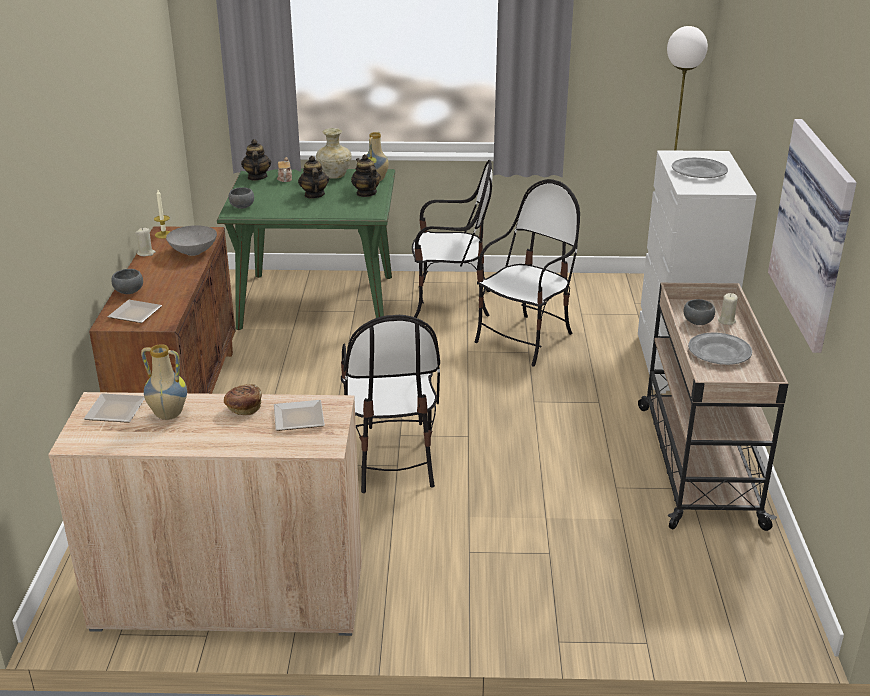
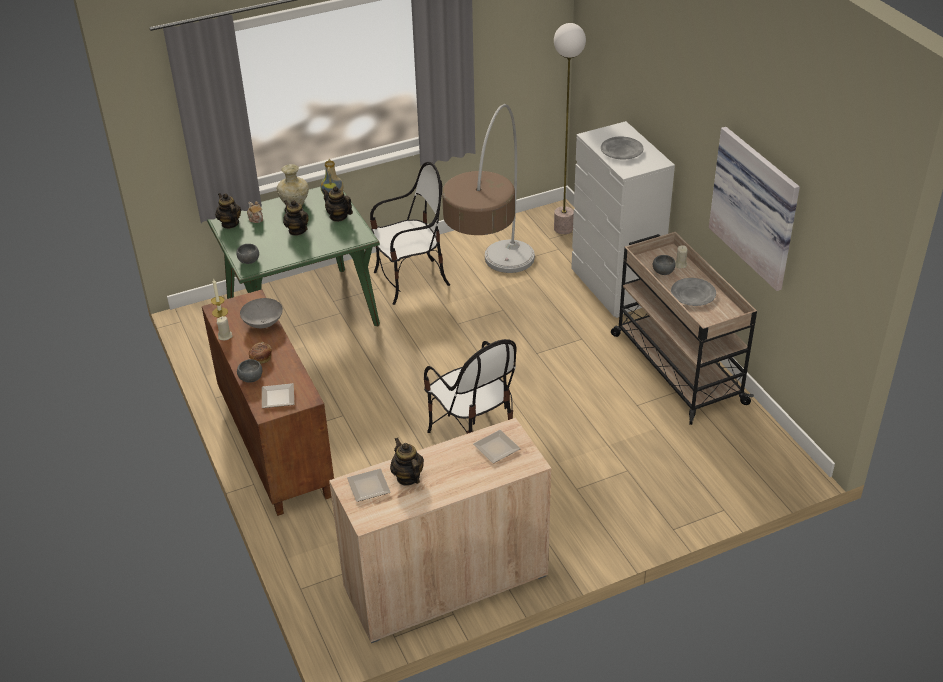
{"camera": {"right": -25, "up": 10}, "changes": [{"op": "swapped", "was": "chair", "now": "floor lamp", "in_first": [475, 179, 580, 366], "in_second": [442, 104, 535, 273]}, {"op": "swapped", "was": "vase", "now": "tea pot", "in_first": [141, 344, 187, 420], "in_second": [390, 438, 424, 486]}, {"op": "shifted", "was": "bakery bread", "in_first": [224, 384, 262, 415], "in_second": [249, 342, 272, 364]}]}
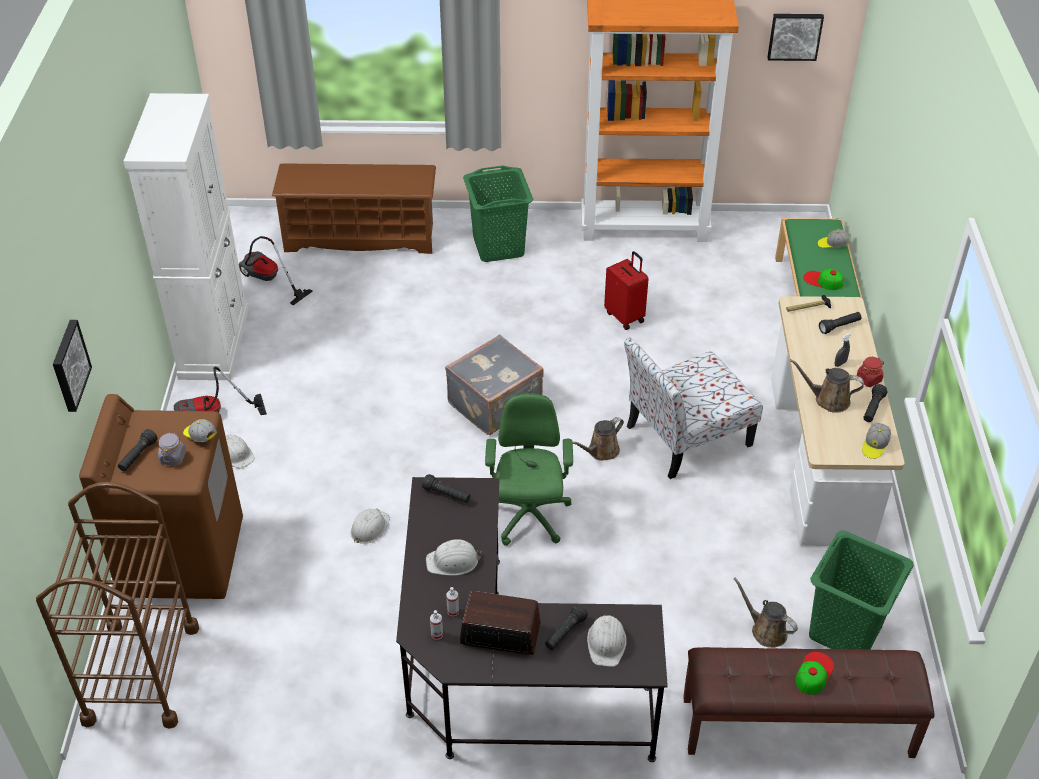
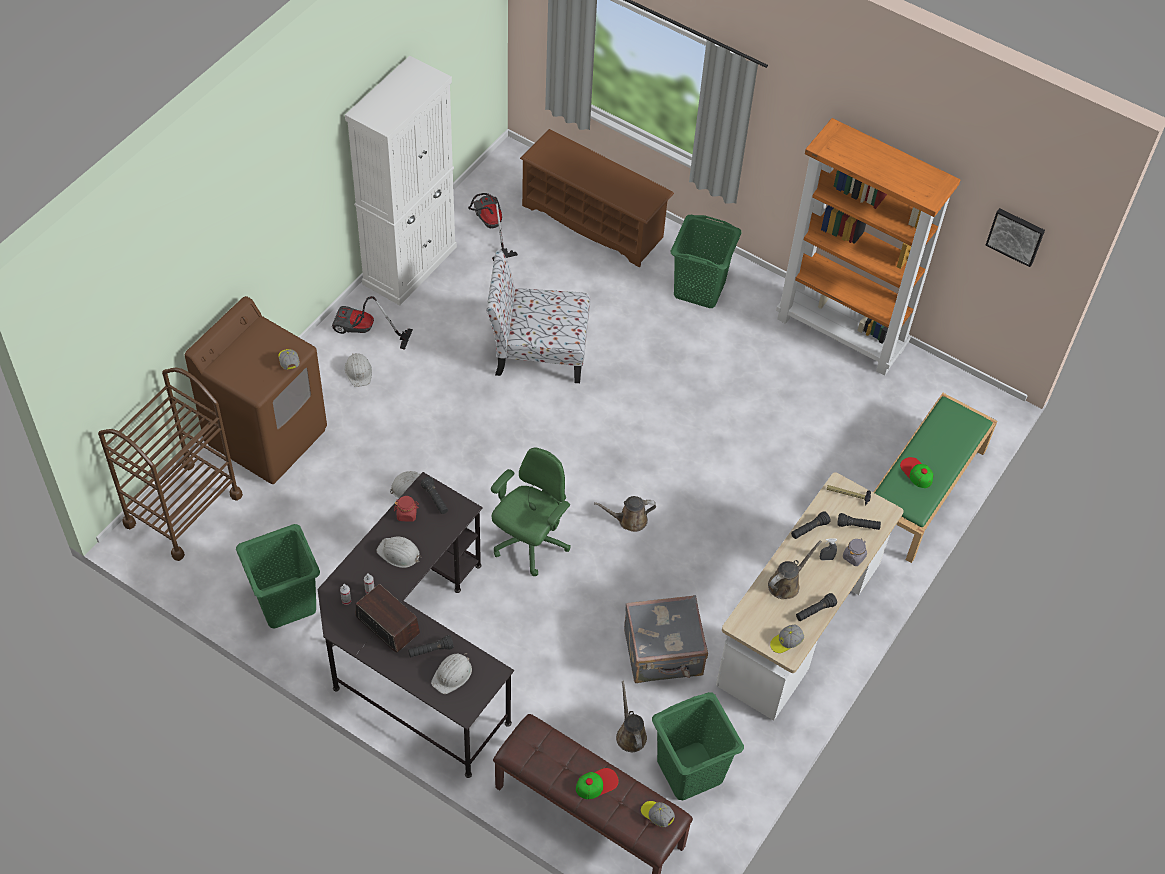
{"camera": {"right": 30, "up": 10}, "changes": [{"op": "shifted", "was": "baseball cap", "in_first": [818, 229, 850, 248], "in_second": [641, 801, 675, 827]}, {"op": "gone", "was": "red-coloured travel case", "in_first": [604, 251, 649, 330]}, {"op": "gone", "was": "wall art", "in_first": [53, 320, 92, 412]}, {"op": "shifted", "was": "grey travel case", "in_first": [445, 334, 544, 435], "in_second": [624, 595, 708, 683]}, {"op": "shifted", "was": "chair", "in_first": [624, 337, 763, 479], "in_second": [486, 250, 590, 383]}, {"op": "shifted", "was": "red-coloured jar", "in_first": [856, 357, 884, 387], "in_second": [394, 496, 419, 521]}, {"op": "rotated", "was": "brown-coloured watering pot", "in_first": [790, 359, 864, 413], "in_second": [768, 540, 822, 599], "clockwise": 90}, {"op": "shifted", "was": "blackish flashlight", "in_first": [118, 429, 157, 471], "in_second": [791, 511, 831, 539]}, {"op": "shifted", "was": "grey jar", "in_first": [158, 432, 186, 466], "in_second": [843, 538, 867, 566]}, {"op": "new", "now": "green washing basket", "in_second": [236, 524, 320, 628]}]}
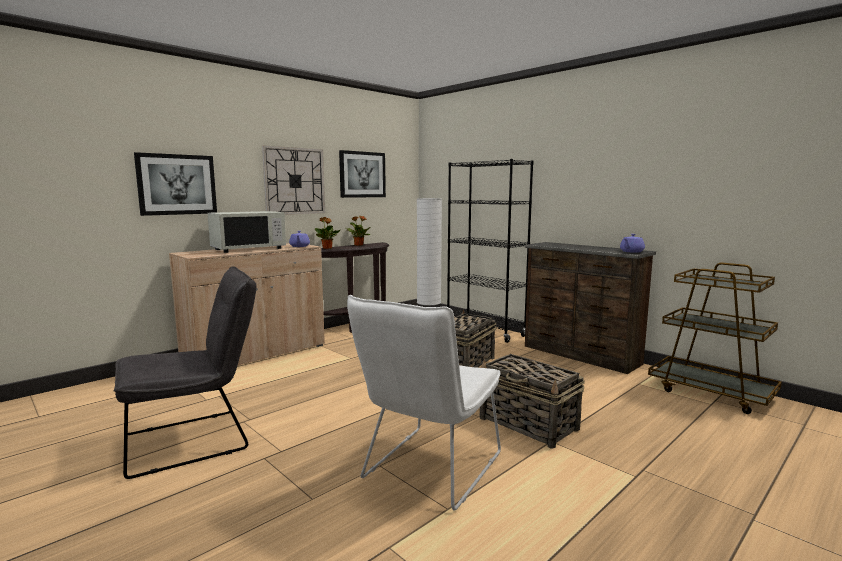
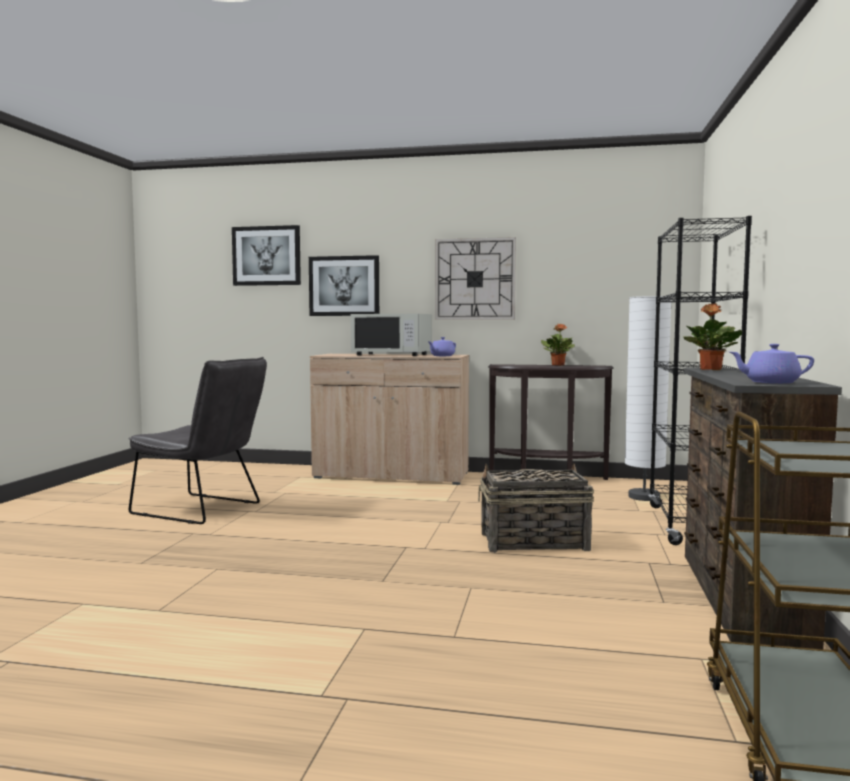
{"camera": {"right": 55, "up": -5}, "changes": [{"op": "shifted", "was": "wall art", "in_first": [339, 150, 386, 198], "in_second": [232, 225, 301, 286]}, {"op": "shifted", "was": "houseplant", "in_first": [315, 217, 340, 249], "in_second": [683, 303, 742, 370]}, {"op": "gone", "was": "white chair", "in_first": [347, 295, 501, 511]}, {"op": "gone", "was": "storage basket", "in_first": [480, 354, 585, 449]}]}
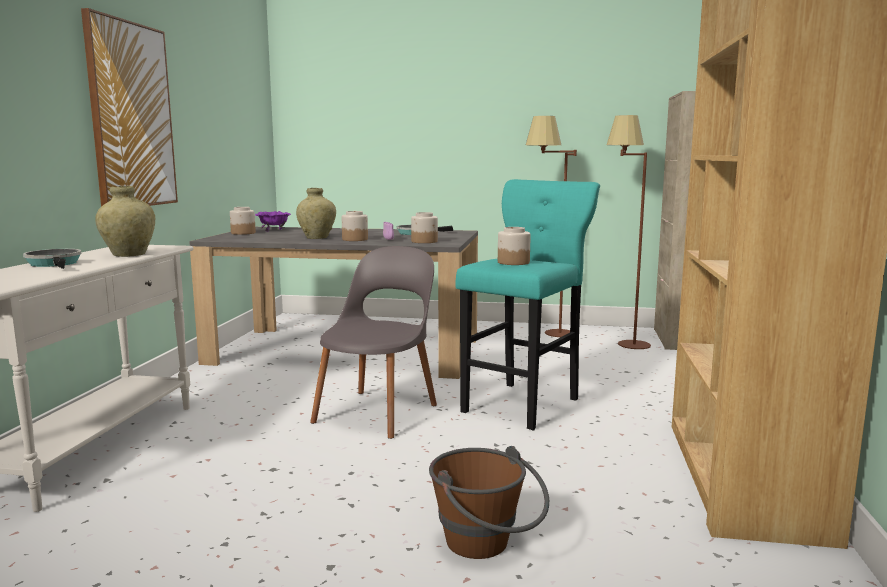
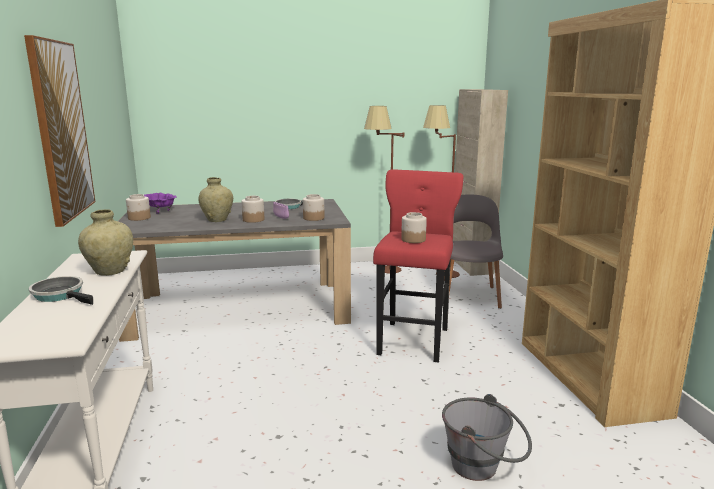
{"camera": {"right": -20, "up": 5}, "changes": [{"op": "repainted", "was": "turquoise stool seat", "now": "red-coloured stool seat", "in_first": [455, 179, 600, 430], "in_second": [373, 169, 464, 363]}, {"op": "shifted", "was": "grey chair", "in_first": [310, 246, 437, 439], "in_second": [444, 195, 503, 309]}, {"op": "repainted", "was": "brown-coloured water bucket", "now": "grey water bucket", "in_first": [429, 446, 549, 559], "in_second": [442, 394, 532, 481]}]}
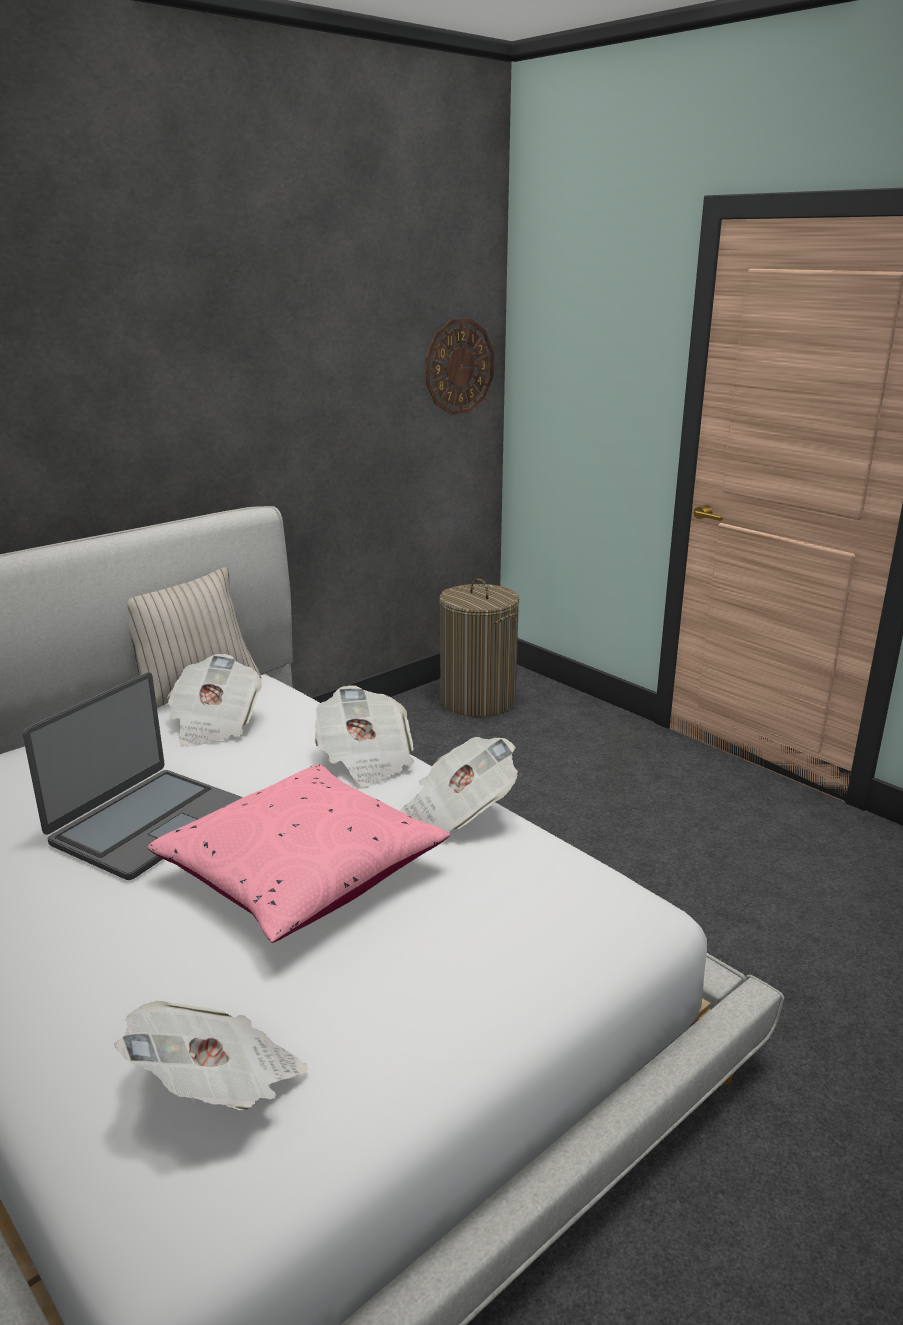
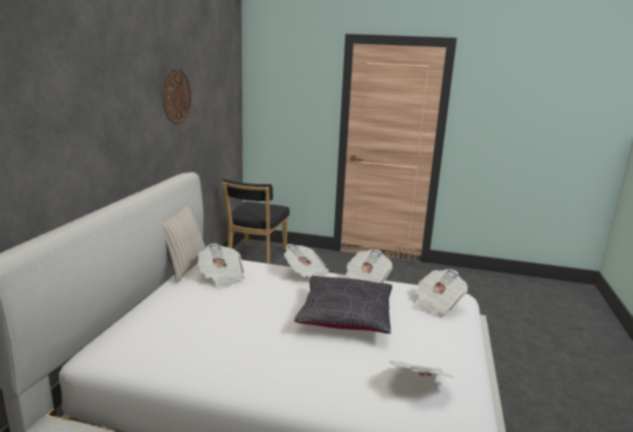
{"camera": {"right": -35, "up": -5}, "changes": [{"op": "shifted", "was": "clock on the wall", "in_first": [426, 318, 494, 415], "in_second": [162, 69, 191, 125]}, {"op": "swapped", "was": "washing basket", "now": "blackish chair", "in_first": [439, 579, 519, 717], "in_second": [222, 179, 289, 264]}, {"op": "gone", "was": "portable computer", "in_first": [23, 672, 243, 880]}, {"op": "repainted", "was": "pinkish pillow", "now": "blackish pillow", "in_first": [148, 764, 450, 943], "in_second": [294, 276, 392, 334]}, {"op": "new", "now": "printed paper", "in_second": [414, 269, 468, 315]}]}
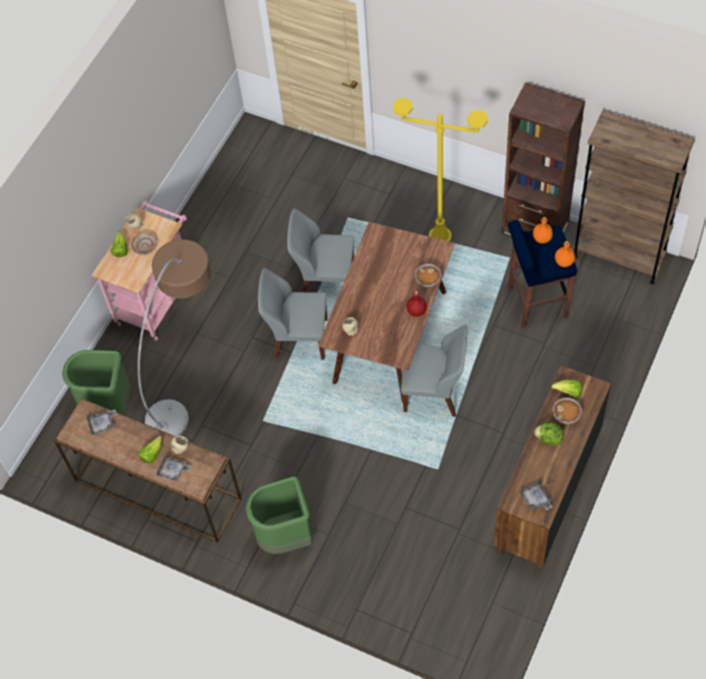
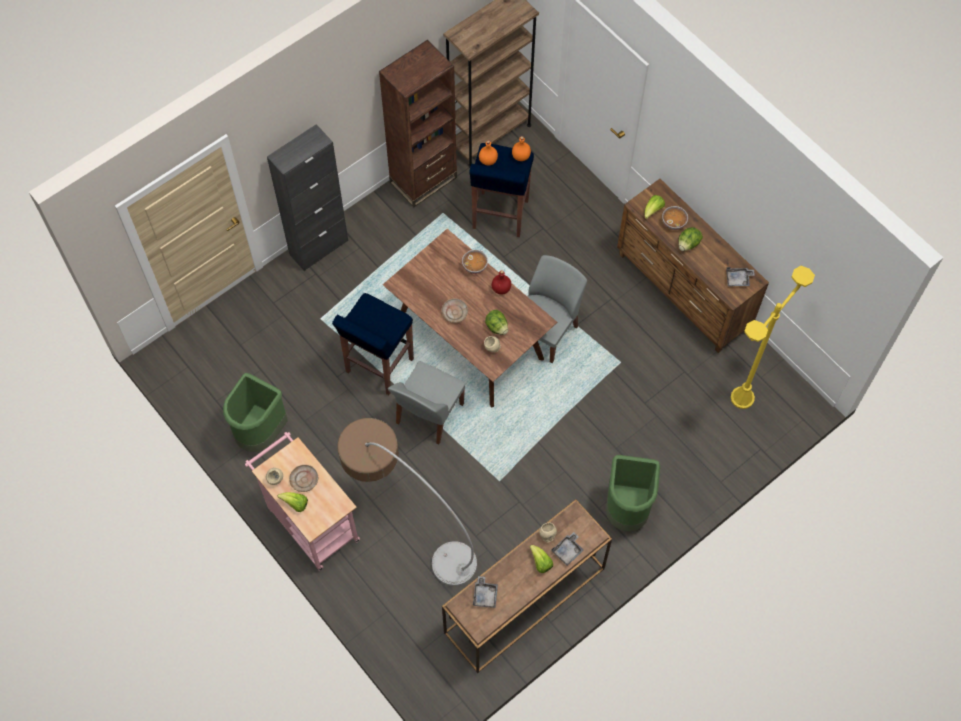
{"camera": {"right": -70, "up": 5}, "changes": [{"op": "shifted", "was": "yellowish floor lamp", "in_first": [393, 98, 488, 242], "in_second": [730, 266, 815, 409]}, {"op": "swapped", "was": "grey chair", "now": "blue-coloured stool seat", "in_first": [287, 208, 354, 292], "in_second": [332, 293, 414, 395]}, {"op": "shifted", "was": "green trash can", "in_first": [62, 350, 131, 416], "in_second": [223, 373, 288, 452]}, {"op": "new", "now": "blackish cupboard", "in_second": [267, 124, 348, 271]}, {"op": "new", "now": "sand-coloured dinner plate", "in_second": [441, 298, 468, 323]}, {"op": "new", "now": "head of lettuce", "in_second": [485, 310, 508, 335]}]}
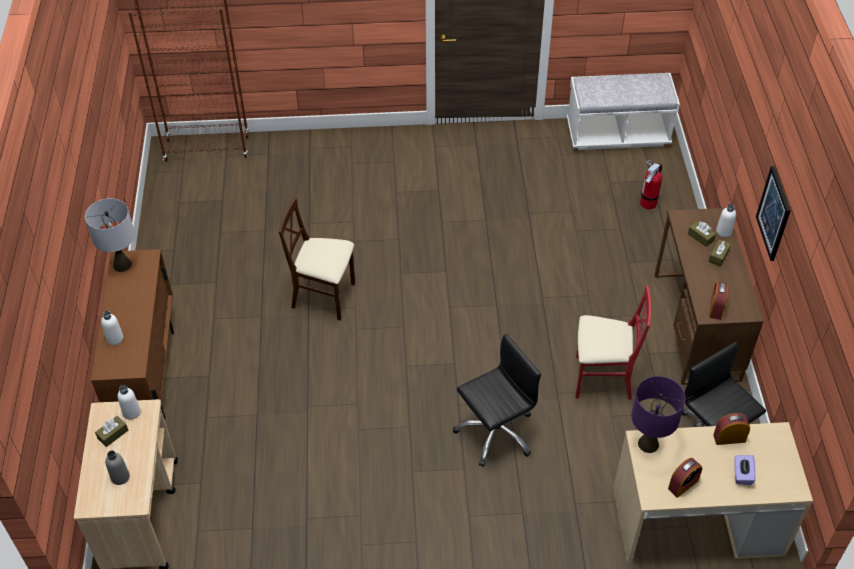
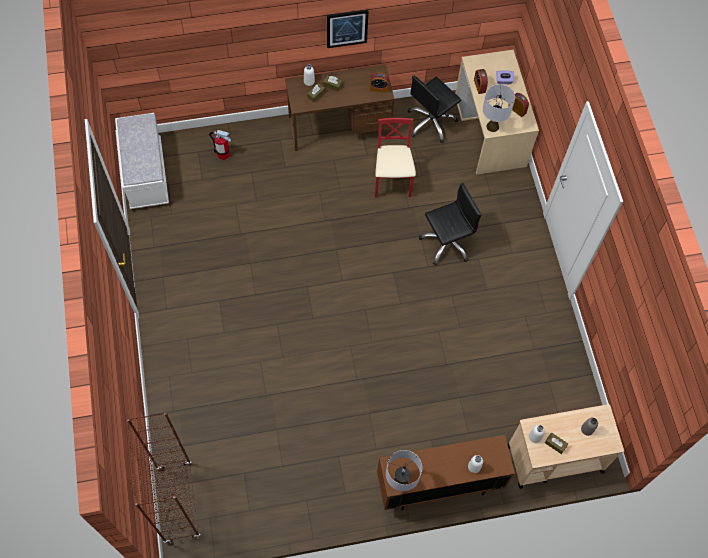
{"camera": {"right": -100, "up": 15}, "changes": [{"op": "gone", "was": "sand-coloured chair", "in_first": [278, 198, 355, 321]}, {"op": "rotated", "was": "blackish office chair", "in_first": [453, 333, 541, 467], "in_second": [419, 183, 482, 265], "clockwise": 105}, {"op": "repainted", "was": "purplish tabletop lamp", "now": "grey tabletop lamp", "in_first": [631, 376, 685, 453], "in_second": [483, 84, 515, 132]}]}
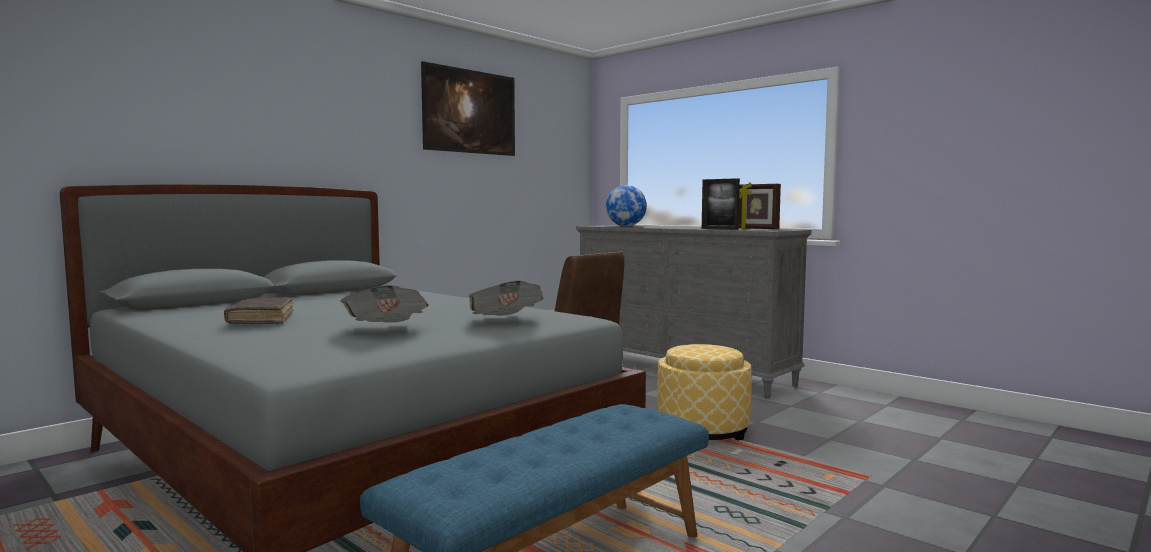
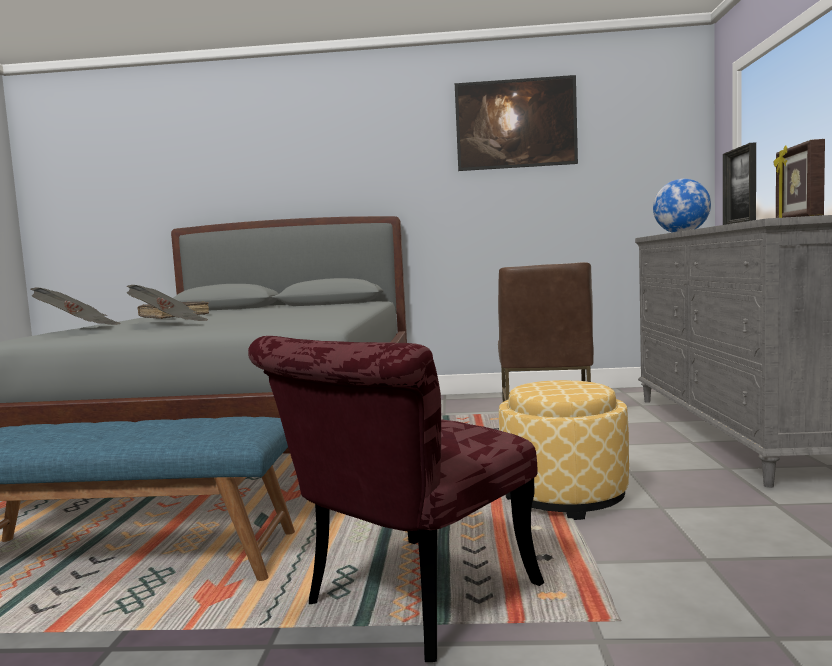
{"camera": {"right": 50, "up": 0}, "changes": [{"op": "shifted", "was": "printed paper", "in_first": [469, 281, 543, 316], "in_second": [30, 288, 120, 325]}, {"op": "new", "now": "red-coloured chair", "in_second": [248, 336, 544, 662]}]}
